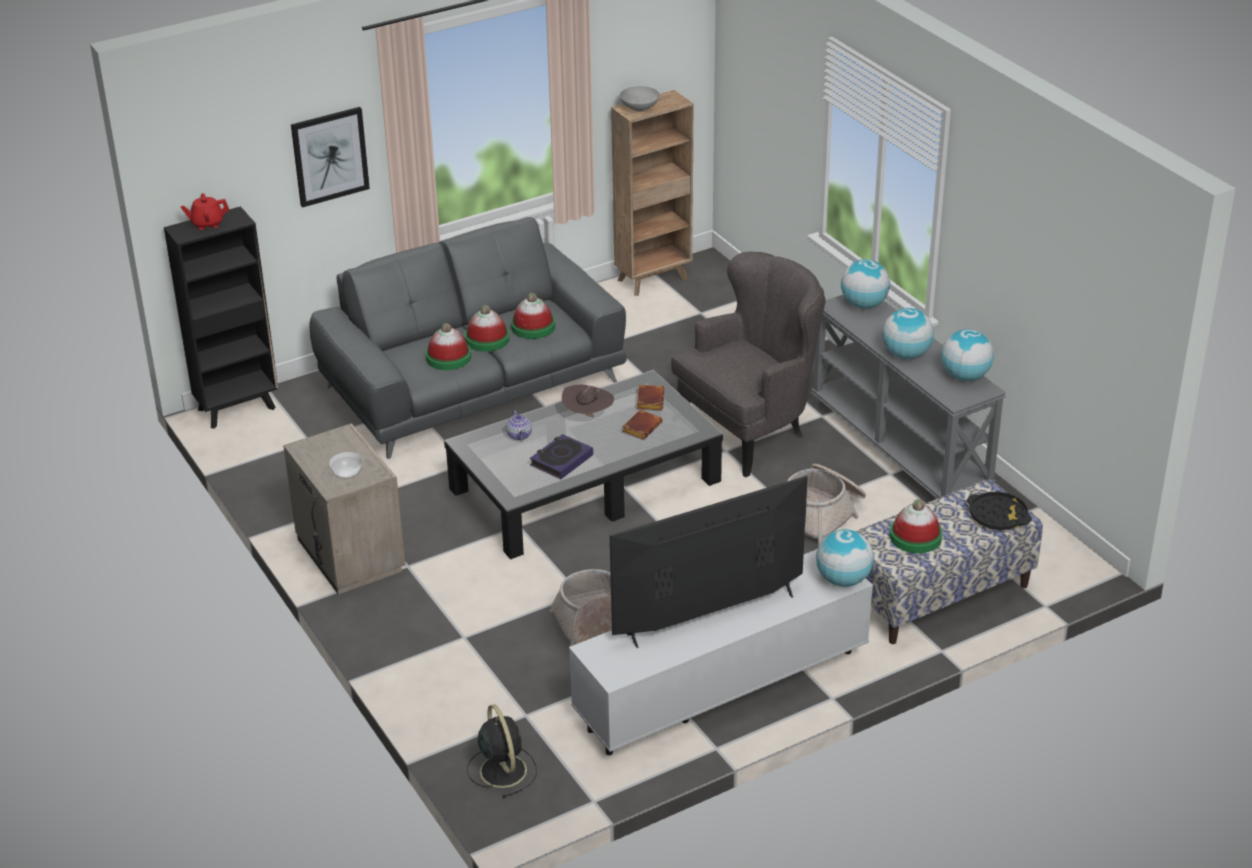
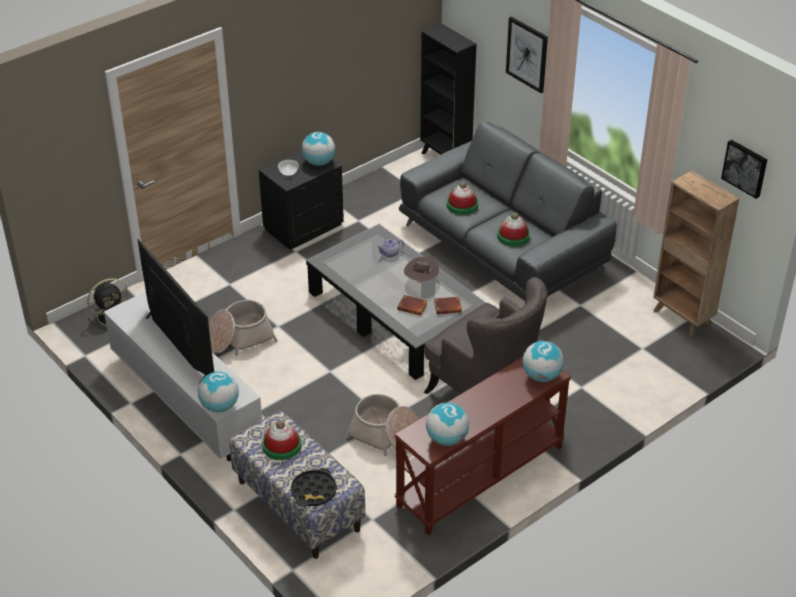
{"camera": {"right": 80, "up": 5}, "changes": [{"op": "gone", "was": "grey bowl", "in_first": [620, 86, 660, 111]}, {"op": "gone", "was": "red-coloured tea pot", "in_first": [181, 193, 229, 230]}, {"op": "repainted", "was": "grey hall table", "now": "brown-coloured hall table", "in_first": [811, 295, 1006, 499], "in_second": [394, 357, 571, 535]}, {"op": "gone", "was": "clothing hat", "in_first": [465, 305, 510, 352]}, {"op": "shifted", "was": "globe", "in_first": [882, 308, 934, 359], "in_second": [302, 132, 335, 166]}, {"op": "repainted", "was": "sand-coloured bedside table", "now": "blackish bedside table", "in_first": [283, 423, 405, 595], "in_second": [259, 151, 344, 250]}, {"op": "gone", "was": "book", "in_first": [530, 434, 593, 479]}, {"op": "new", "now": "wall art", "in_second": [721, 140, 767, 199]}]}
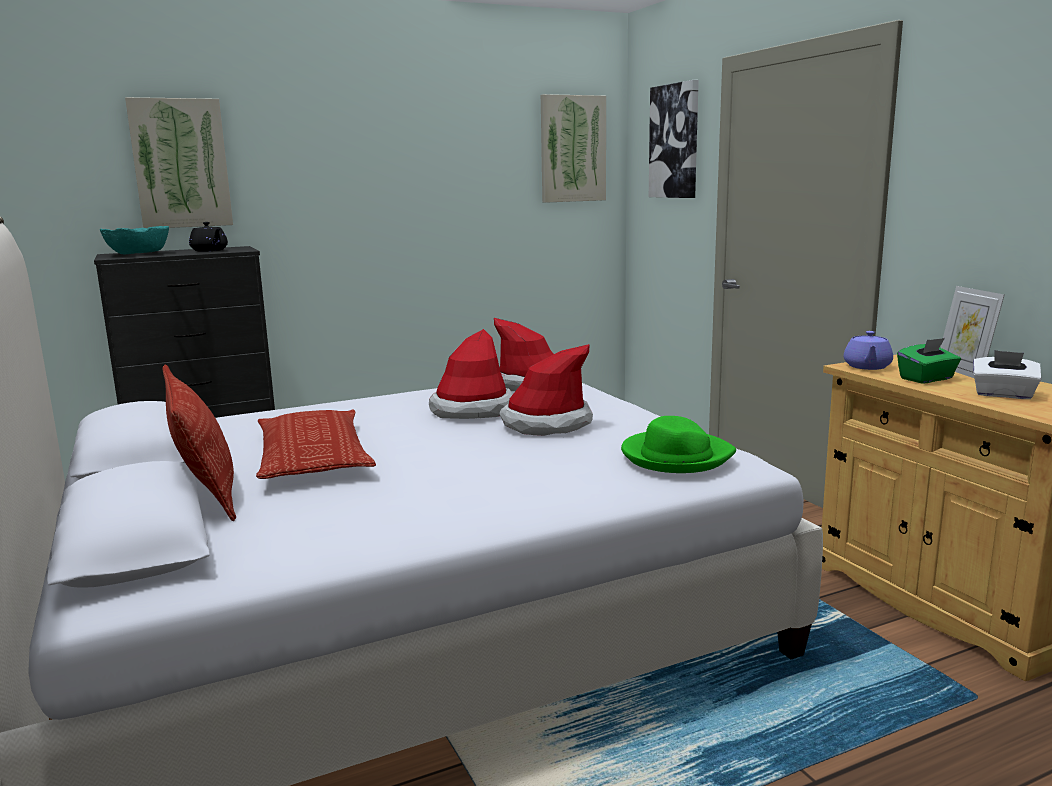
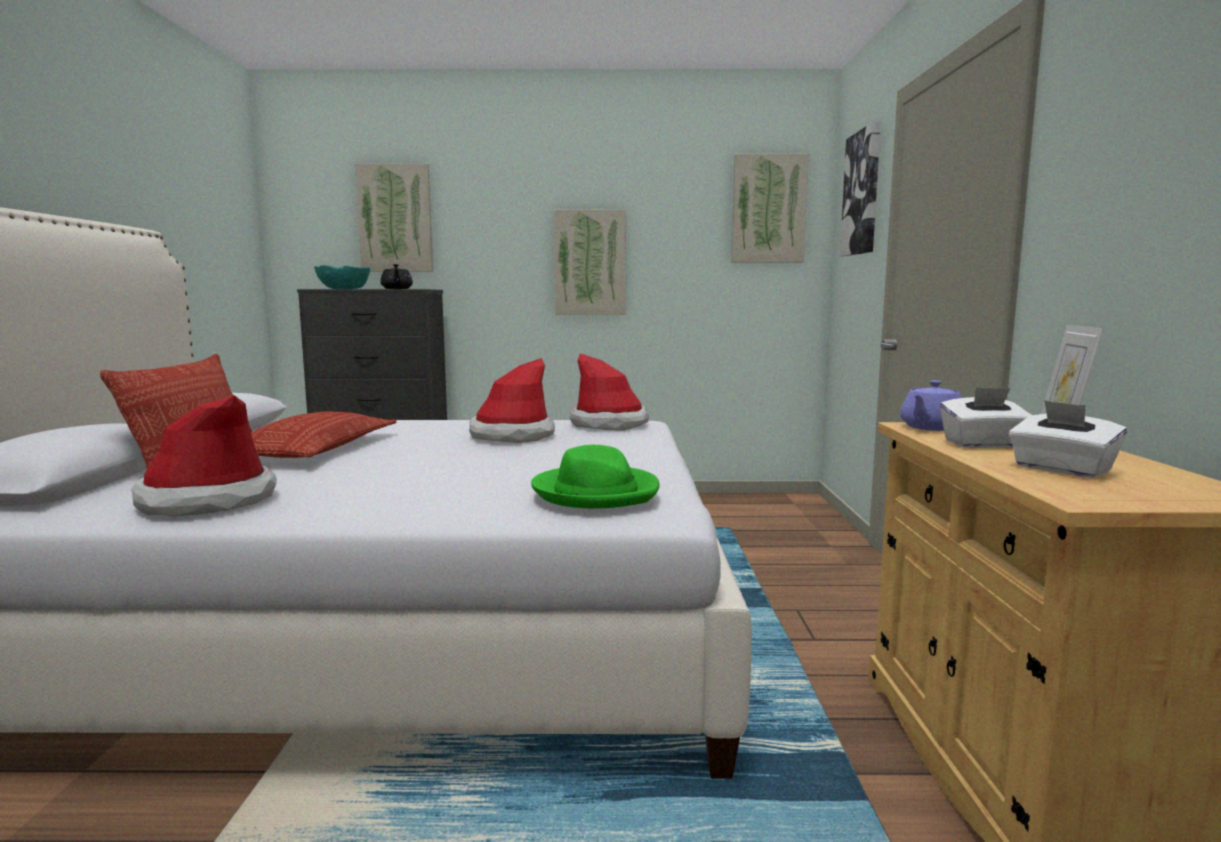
{"camera": {"right": 25, "up": -5}, "changes": [{"op": "repainted", "was": "green tissue box", "now": "white tissue box", "in_first": [897, 338, 961, 384], "in_second": [940, 387, 1031, 448]}, {"op": "shifted", "was": "clothing hat", "in_first": [499, 344, 593, 436], "in_second": [131, 395, 277, 517]}, {"op": "new", "now": "wall art", "in_second": [554, 209, 626, 315]}]}
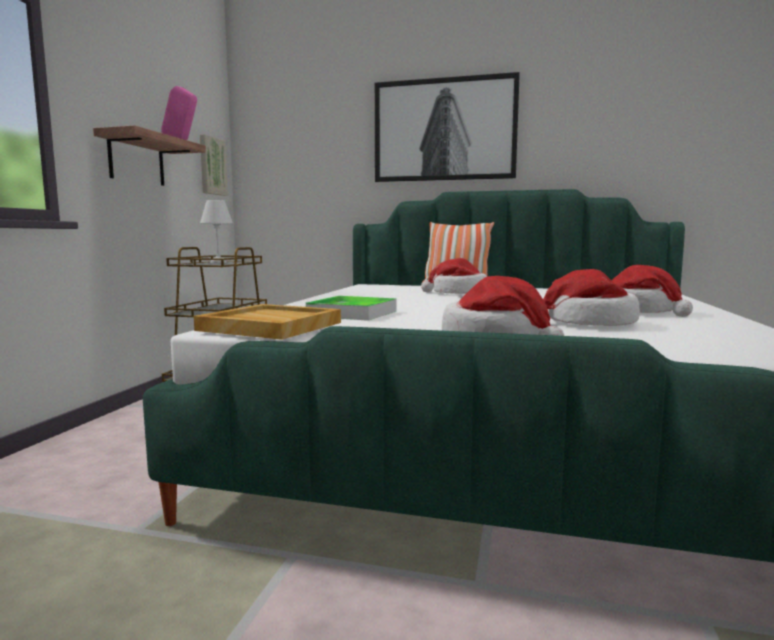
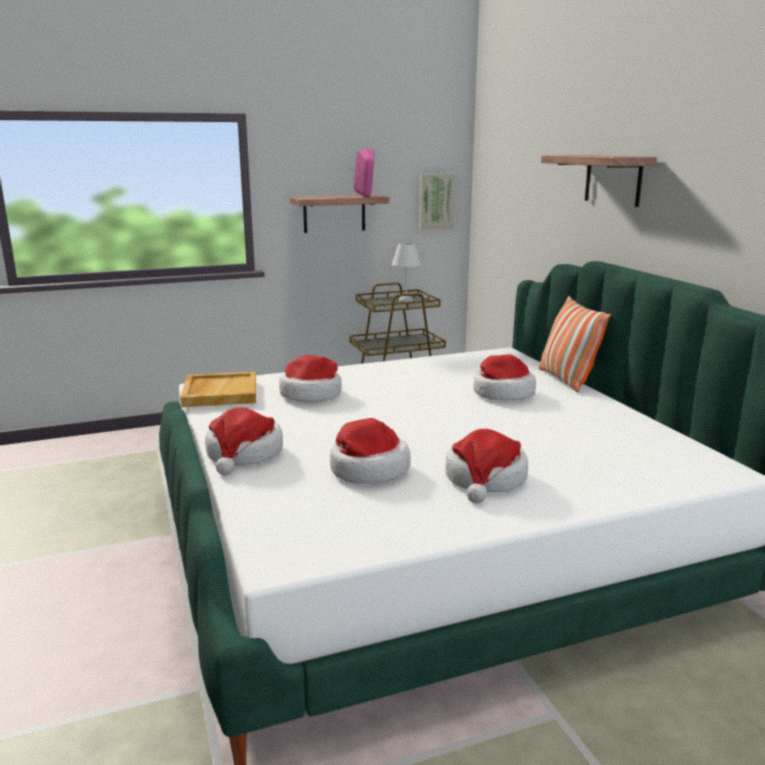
{"camera": {"right": 55, "up": 10}, "changes": [{"op": "swapped", "was": "wall art", "now": "shelf", "in_first": [375, 72, 520, 182], "in_second": [541, 155, 657, 207]}, {"op": "swapped", "was": "serving tray", "now": "clothing hat", "in_first": [306, 296, 397, 321], "in_second": [279, 355, 342, 401]}]}
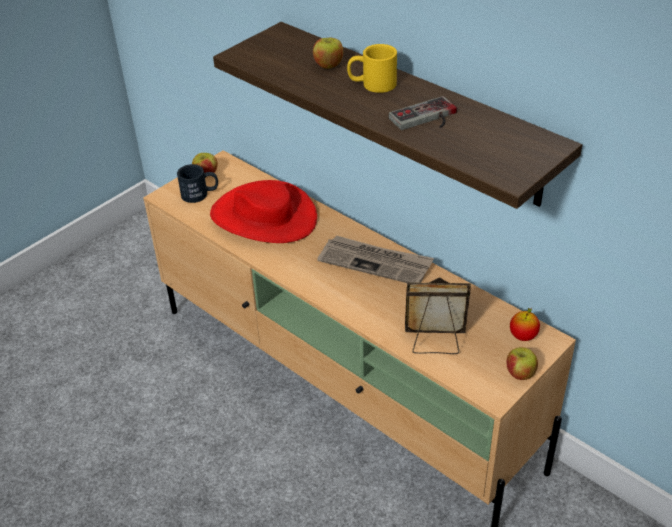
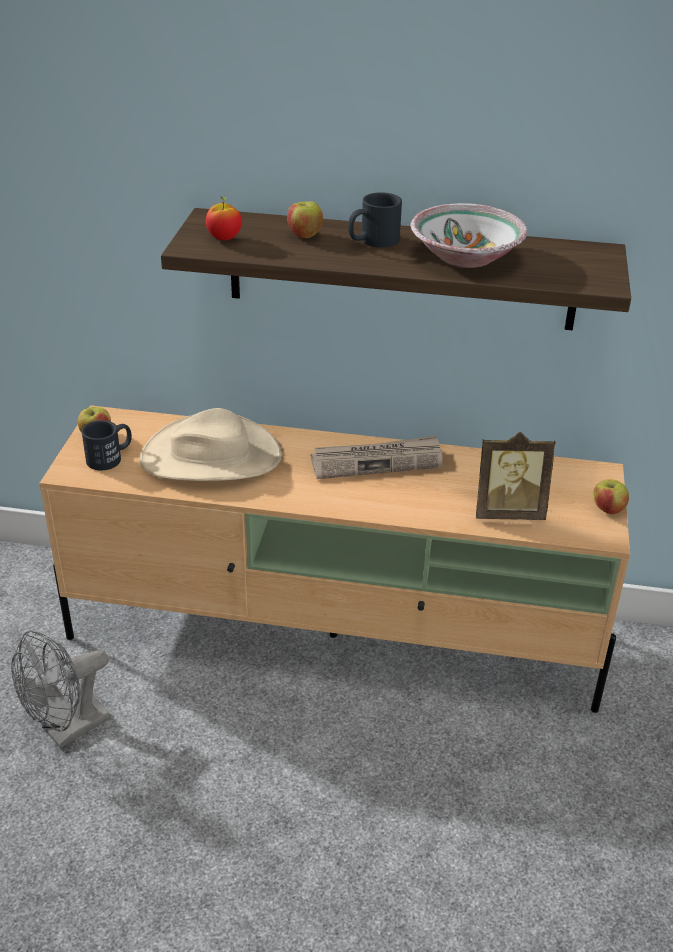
{"camera": {"right": -35, "up": -5}, "changes": [{"op": "repainted", "was": "yellowish mug", "now": "blackish mug", "in_first": [347, 44, 397, 93], "in_second": [348, 192, 402, 248]}, {"op": "swapped", "was": "gamepad", "now": "bowl", "in_first": [388, 96, 457, 130], "in_second": [410, 203, 528, 268]}, {"op": "repainted", "was": "red-coloured clothing hat", "now": "sand-coloured clothing hat", "in_first": [210, 180, 317, 243], "in_second": [140, 408, 282, 481]}, {"op": "rotated", "was": "photo frame", "in_first": [405, 277, 471, 354], "in_second": [476, 432, 556, 520], "clockwise": -150}, {"op": "shifted", "was": "apple fruit", "in_first": [510, 308, 540, 341], "in_second": [206, 195, 242, 240]}, {"op": "new", "now": "grey cooling fan", "in_second": [11, 630, 111, 748]}]}
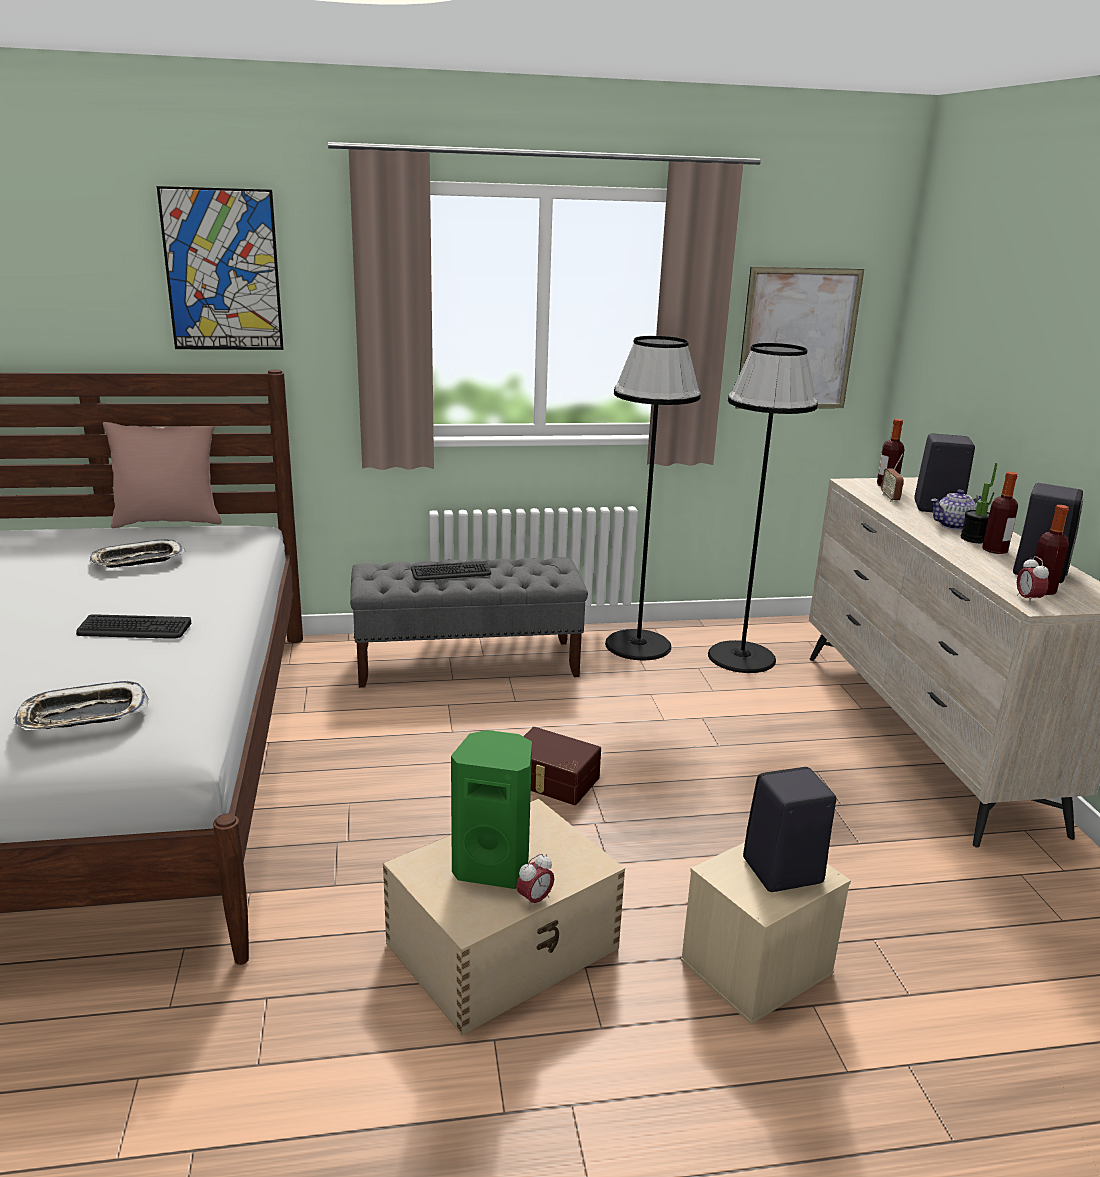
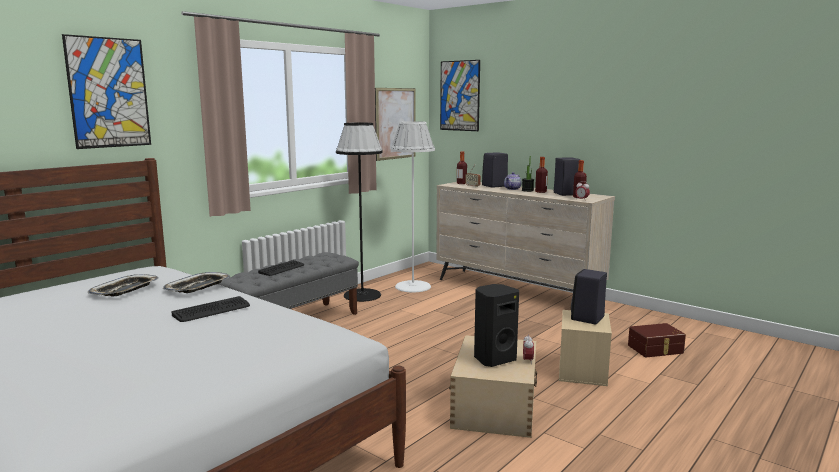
{"camera": {"right": -40, "up": -10}, "changes": [{"op": "repainted", "was": "blackish floor lamp", "now": "white floor lamp", "in_first": [708, 343, 818, 673], "in_second": [391, 121, 435, 292]}, {"op": "gone", "was": "pinkish pillow", "in_first": [103, 422, 222, 528]}, {"op": "shifted", "was": "serving tray", "in_first": [13, 681, 149, 730], "in_second": [163, 272, 231, 293]}, {"op": "shifted", "was": "brown-coloured storage bin", "in_first": [523, 727, 601, 805], "in_second": [628, 323, 686, 358]}, {"op": "repainted", "was": "green loudspeaker", "now": "blackish loudspeaker", "in_first": [451, 730, 532, 889], "in_second": [474, 284, 519, 367]}, {"op": "new", "now": "wall art", "in_second": [440, 60, 480, 131]}]}
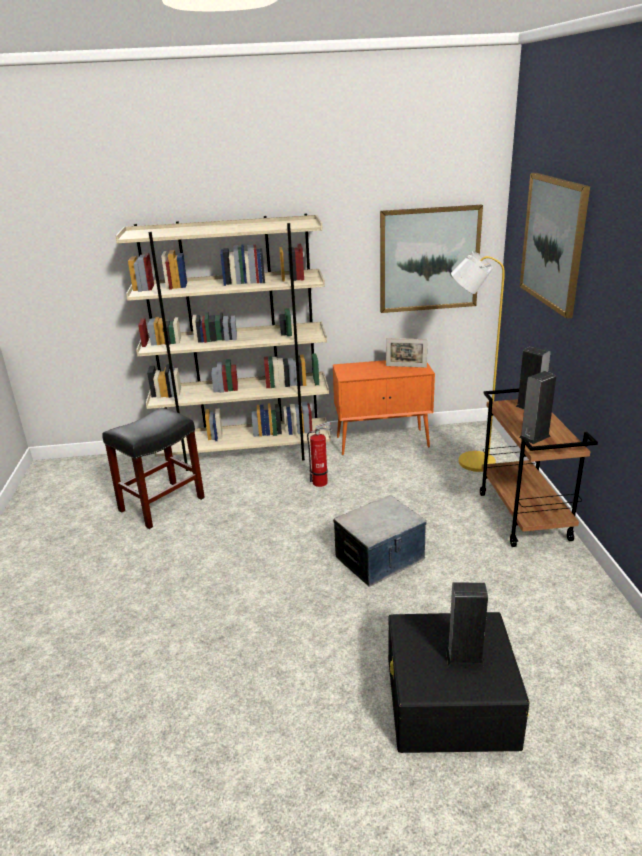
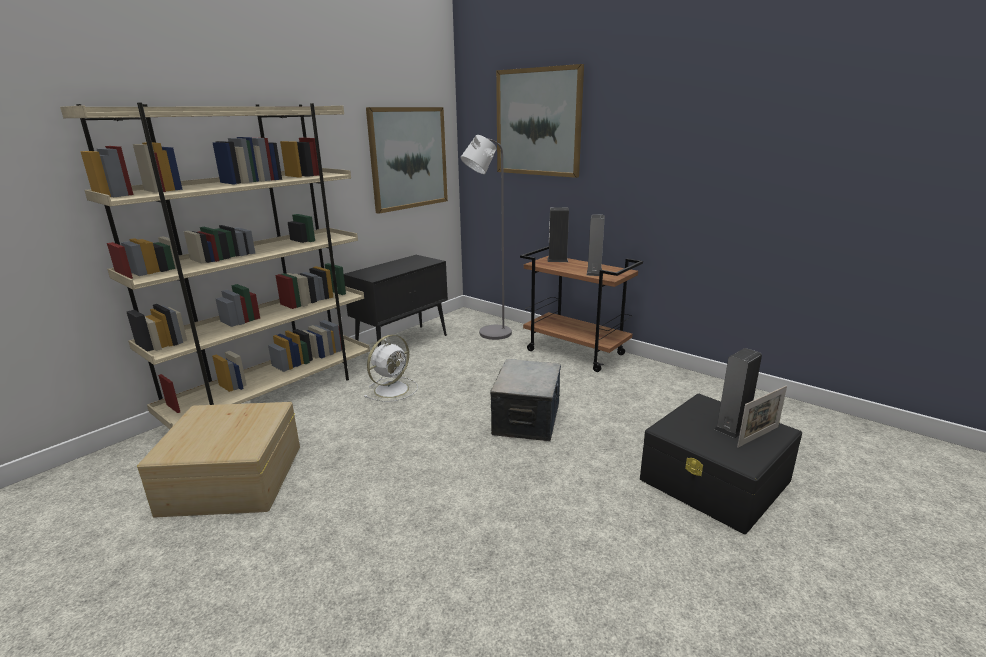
{"camera": {"right": -45, "up": -5}, "changes": [{"op": "repainted", "was": "yellowish floor lamp", "now": "grey floor lamp", "in_first": [451, 251, 505, 472], "in_second": [460, 135, 512, 340]}, {"op": "shifted", "was": "photo frame", "in_first": [386, 338, 428, 368], "in_second": [737, 386, 787, 447]}, {"op": "repainted", "was": "orangey cupboard", "now": "blackish cupboard", "in_first": [333, 360, 435, 455], "in_second": [344, 255, 448, 347]}, {"op": "swapped", "was": "blackish stool seat", "now": "sand-coloured storage bin", "in_first": [102, 408, 205, 529], "in_second": [137, 402, 300, 517]}, {"op": "swapped", "was": "fire extinguisher", "now": "white cooling fan", "in_first": [307, 421, 333, 487], "in_second": [364, 335, 418, 402]}]}
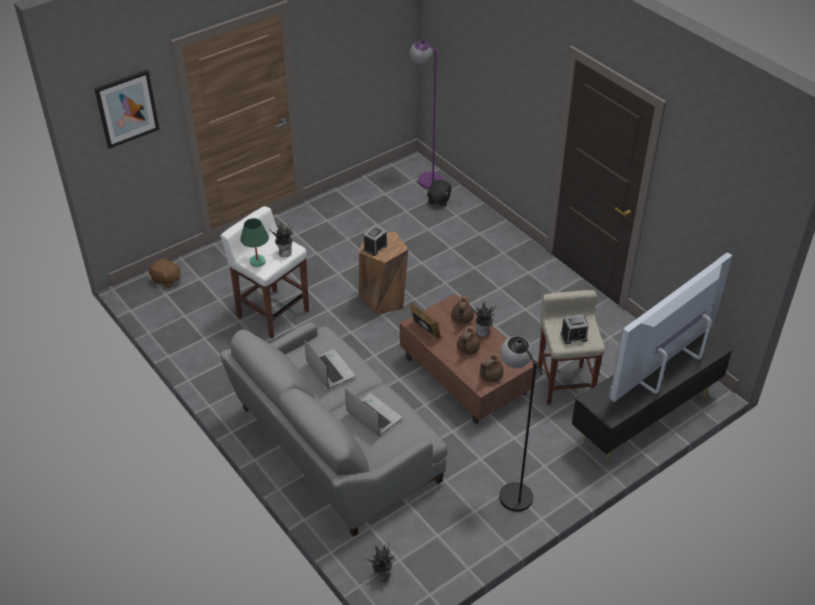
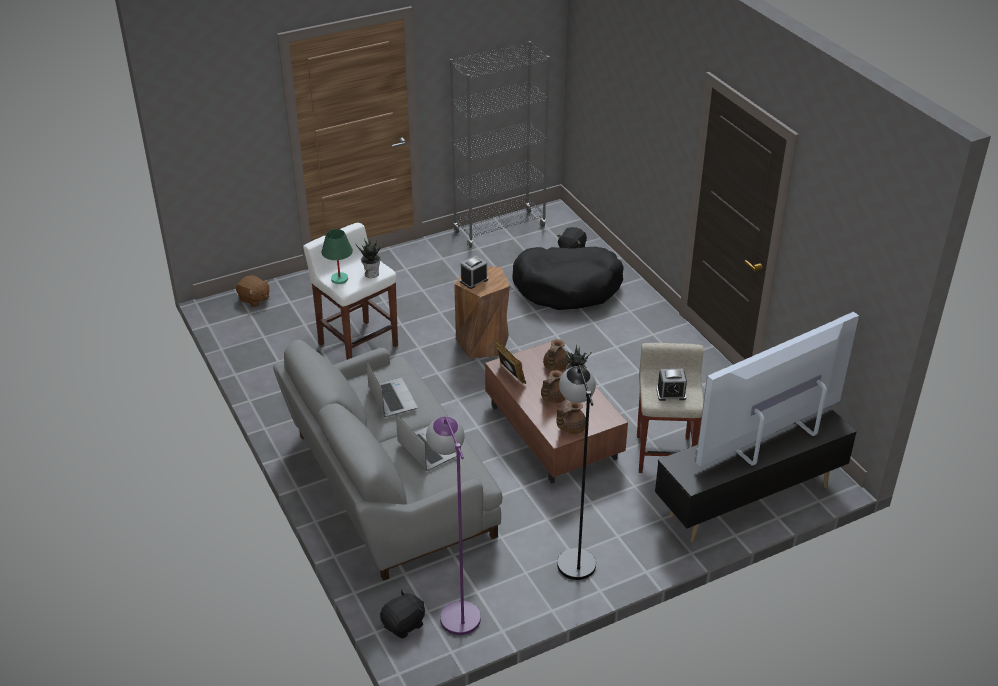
{"camera": {"right": 10, "up": -5}, "changes": [{"op": "shifted", "was": "purplish floor lamp", "in_first": [410, 38, 443, 189], "in_second": [426, 416, 481, 635]}, {"op": "gone", "was": "wall art", "in_first": [94, 70, 160, 149]}, {"op": "swapped", "was": "houseplant", "now": "blackish plush toy", "in_first": [365, 543, 395, 582], "in_second": [380, 590, 425, 638]}, {"op": "new", "now": "grey shelving unit", "in_second": [450, 41, 550, 248]}, {"op": "new", "now": "blackish dog bed", "in_second": [512, 247, 624, 310]}]}
